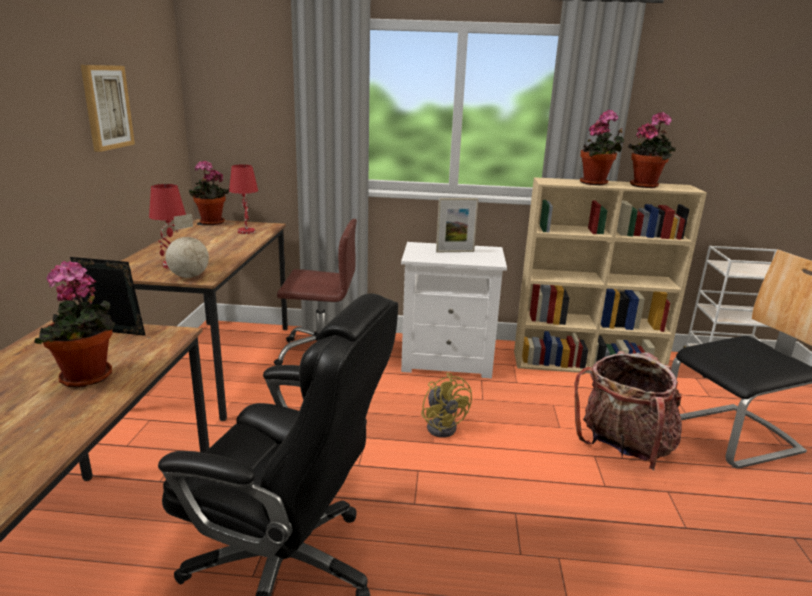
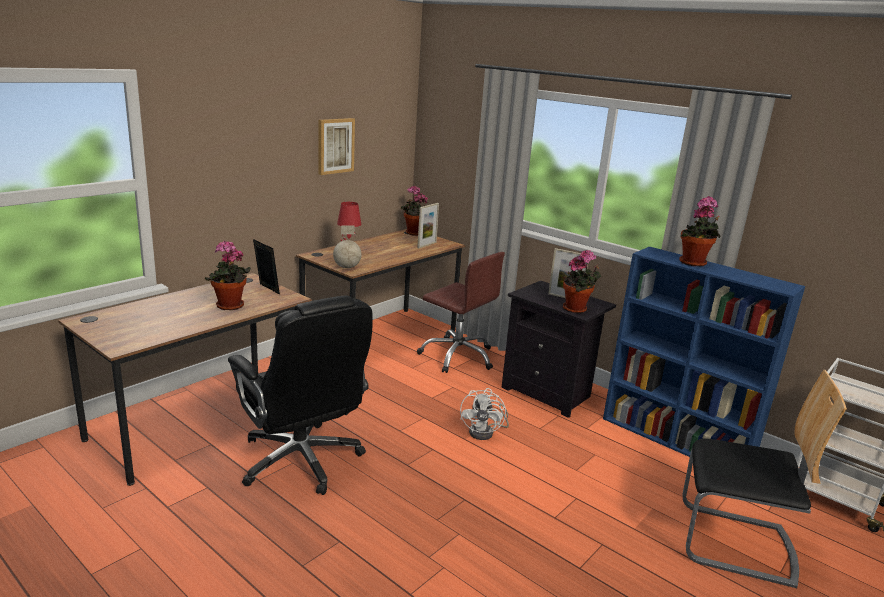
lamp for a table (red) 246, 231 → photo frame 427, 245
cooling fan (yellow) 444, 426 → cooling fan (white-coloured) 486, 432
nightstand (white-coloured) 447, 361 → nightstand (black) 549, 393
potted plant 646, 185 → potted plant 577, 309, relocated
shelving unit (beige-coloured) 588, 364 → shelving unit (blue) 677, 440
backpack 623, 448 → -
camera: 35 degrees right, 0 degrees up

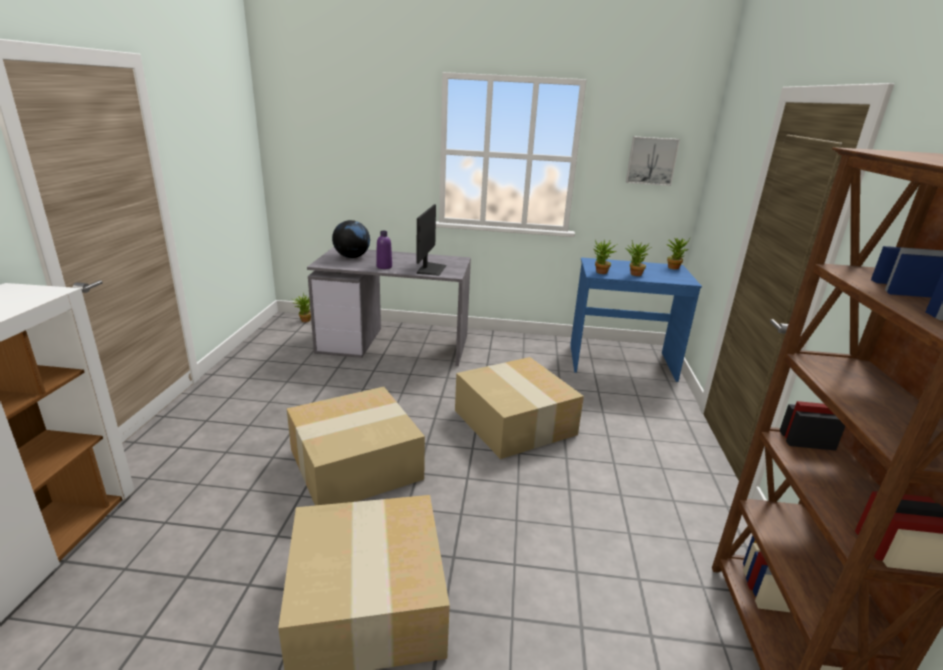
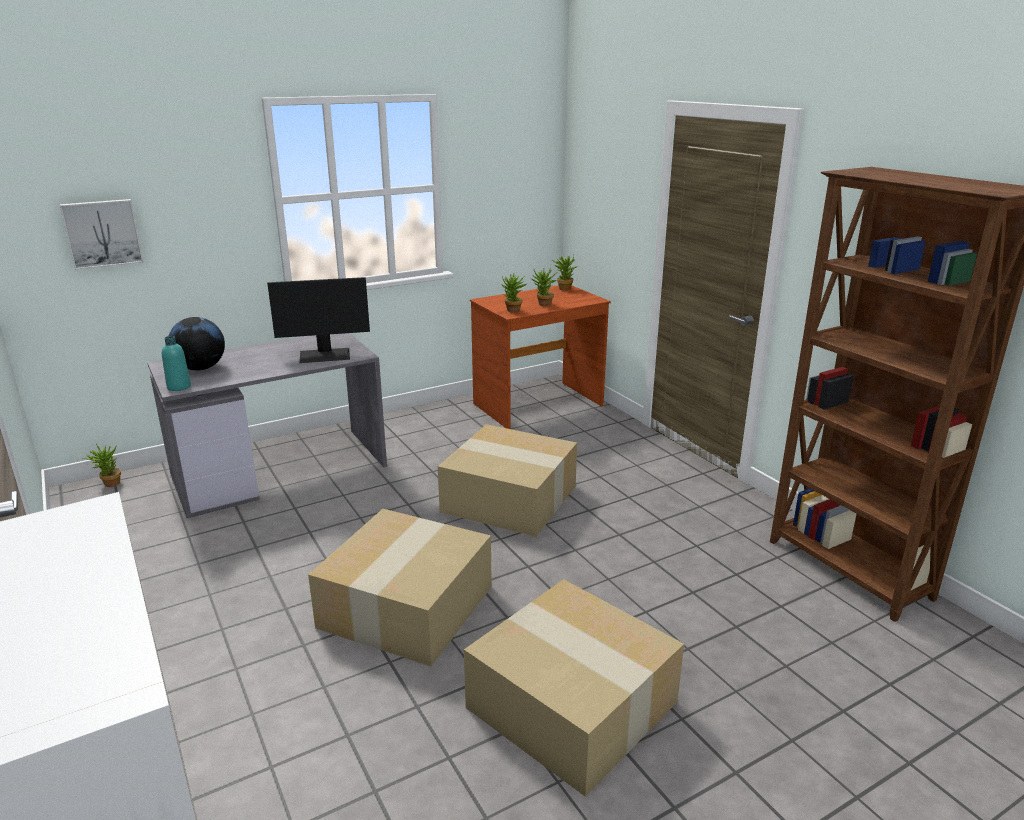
wall art 651, 161 → wall art 102, 233, relocated
- → bottle (turquoise-coloured) 179, 387
computer display 431, 269 → computer display 325, 355, 105 degrees clockwise
desk unit (blue) 621, 363 → desk unit (brown-coloured) 538, 405
bottle (purplish) 384, 267 → -
camera: 35 degrees left, 0 degrees up

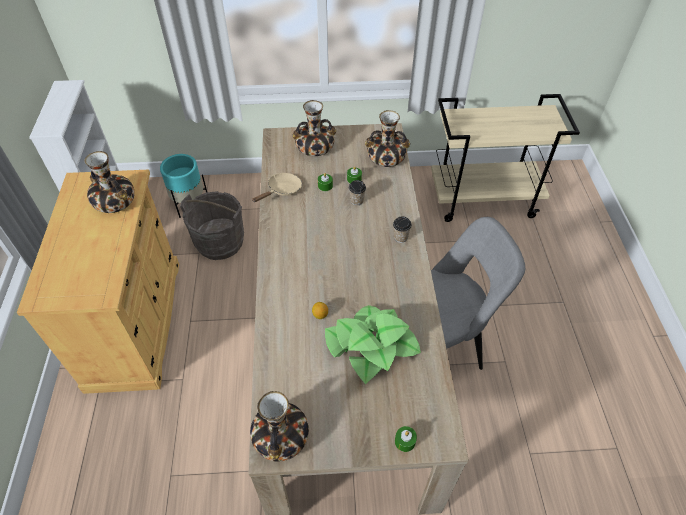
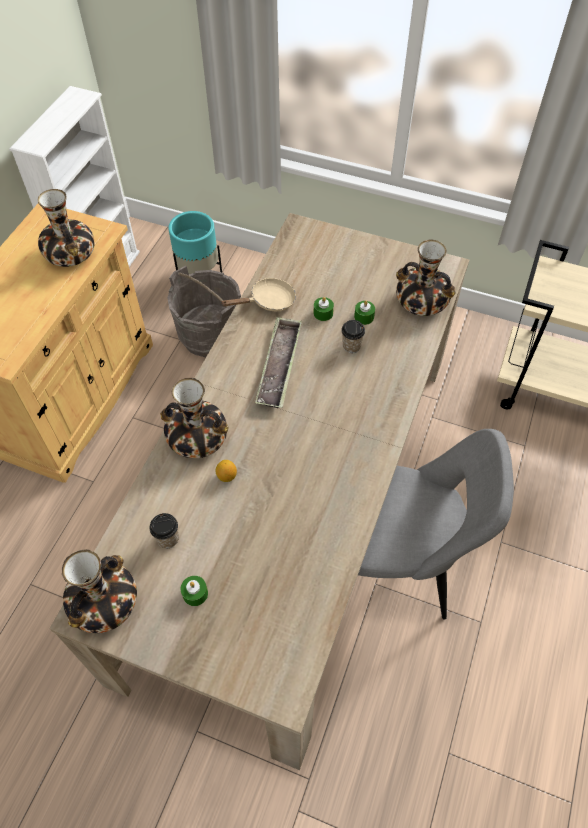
drinking cup 400, 237 → drinking cup 168, 539, relocated
vase 314, 148 → vase 196, 438, relocated
candle (green) 405, 441 → candle (green) 195, 593, relocated
- → serving tray 279, 366
potted plant 370, 346 → -
camera: 25 degrees right, 5 degrees up

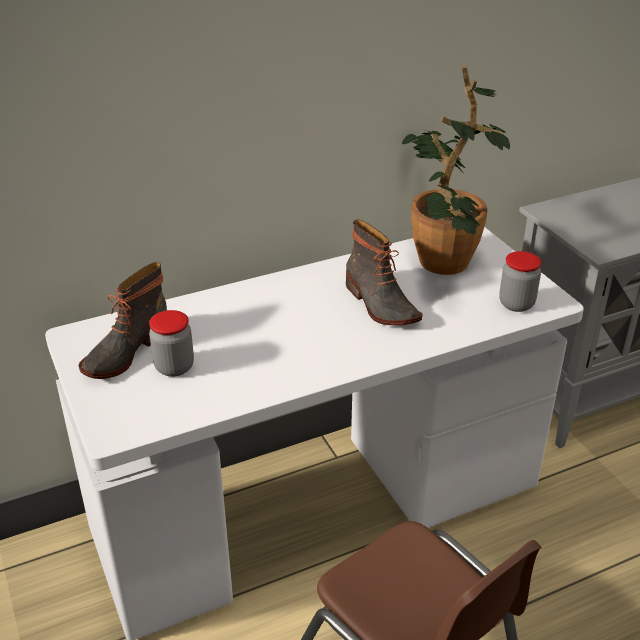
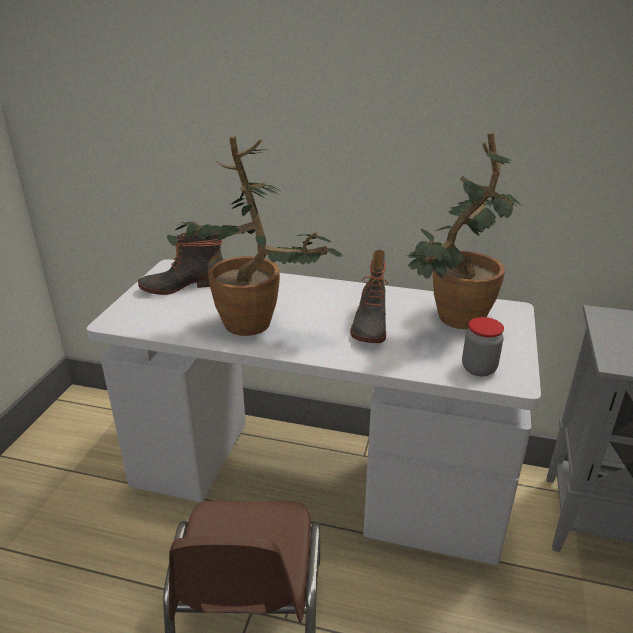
- → potted plant 257, 327
storage jar 174, 367 → -
camera: 40 degrees right, 5 degrees down

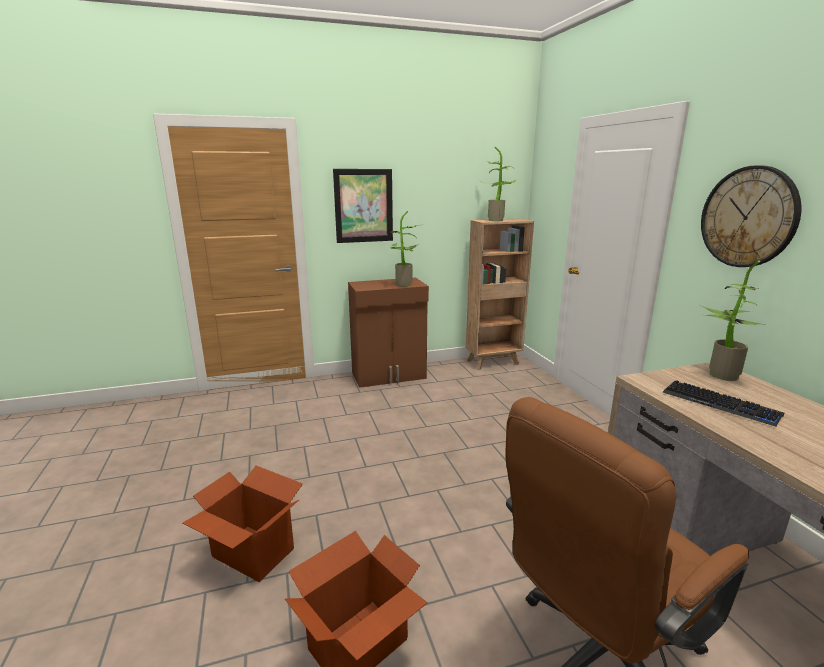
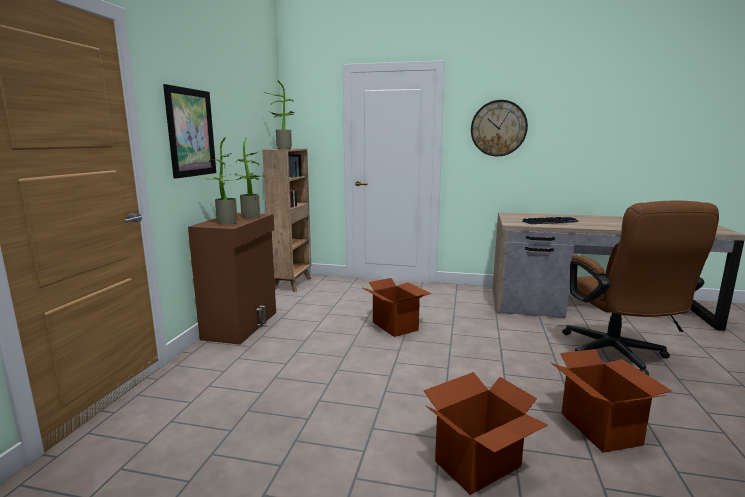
potted plant 718, 375 → potted plant 224, 223, relocated
- → packing box 395, 326
camera: 60 degrees left, 5 degrees down

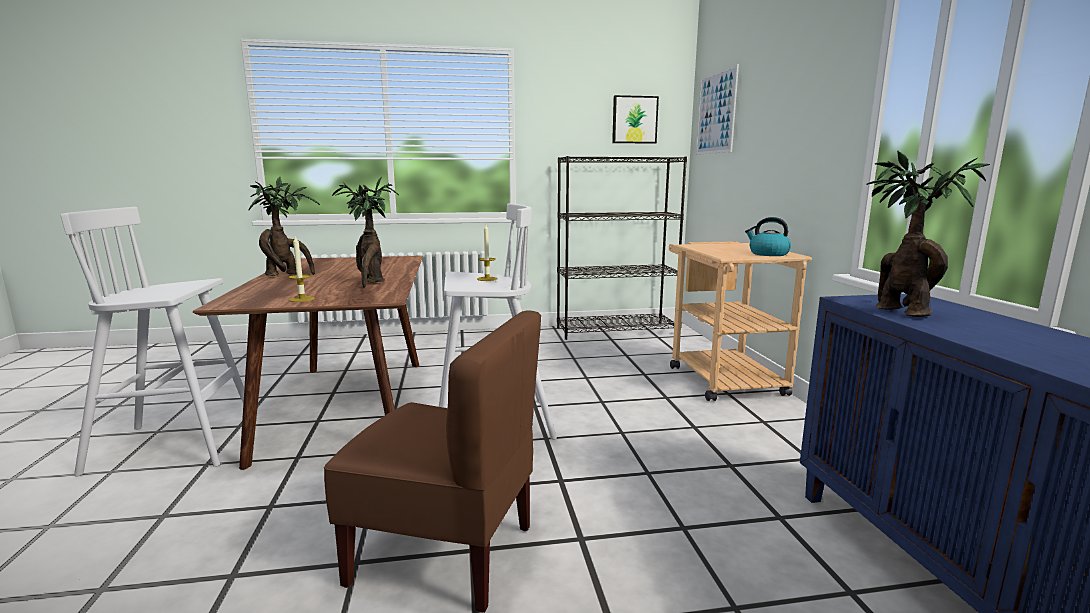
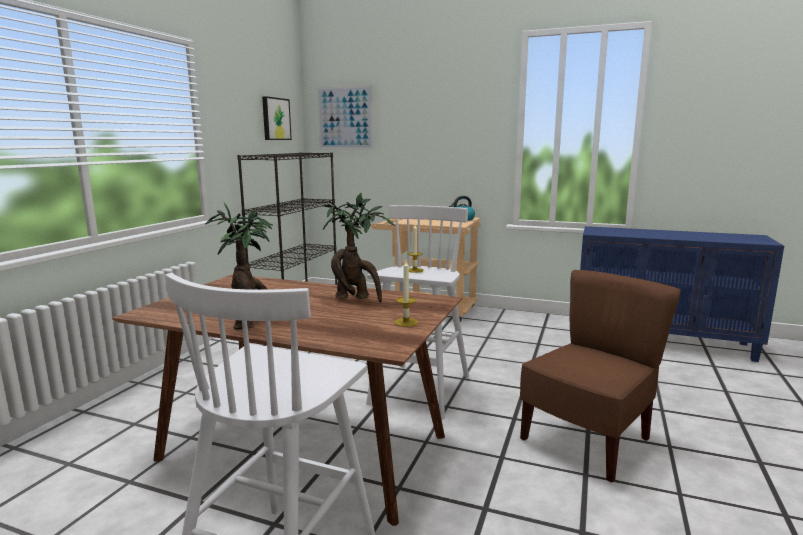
potted plant 899, 311 → -
camera: 60 degrees left, 0 degrees up

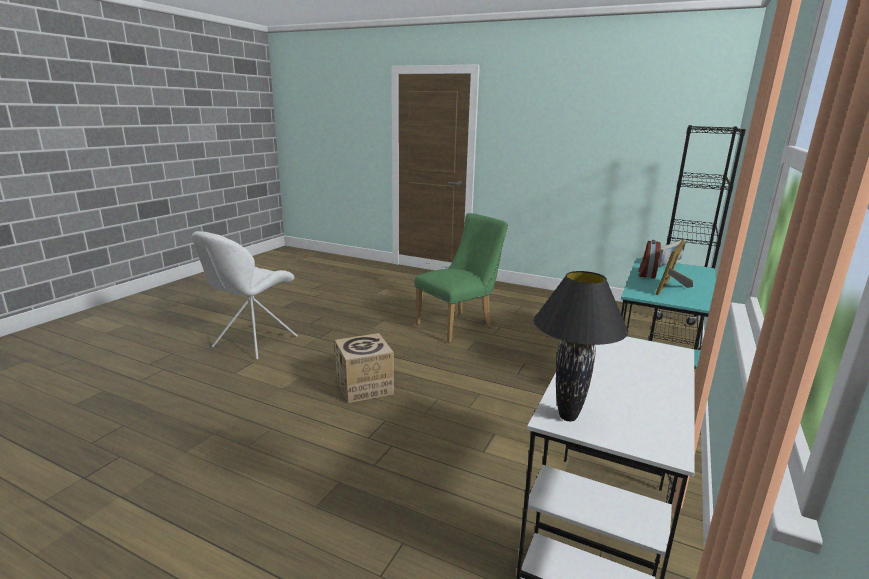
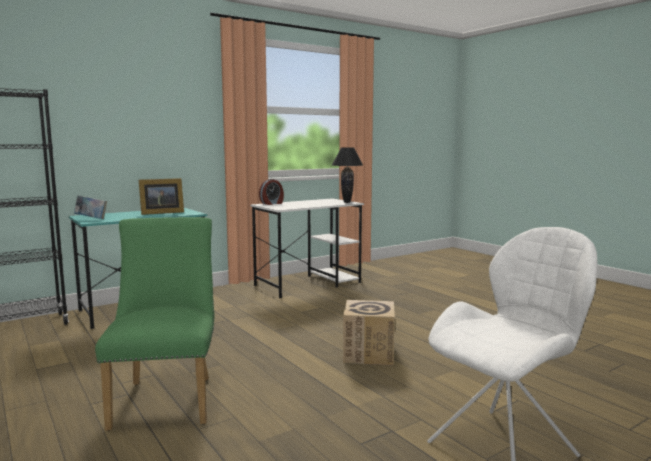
plain chair (green) 459, 325 → plain chair (green) 167, 398, 90 degrees clockwise
bedside clock 646, 274 → bedside clock 272, 203, relocated
camera: 150 degrees left, 10 degrees down

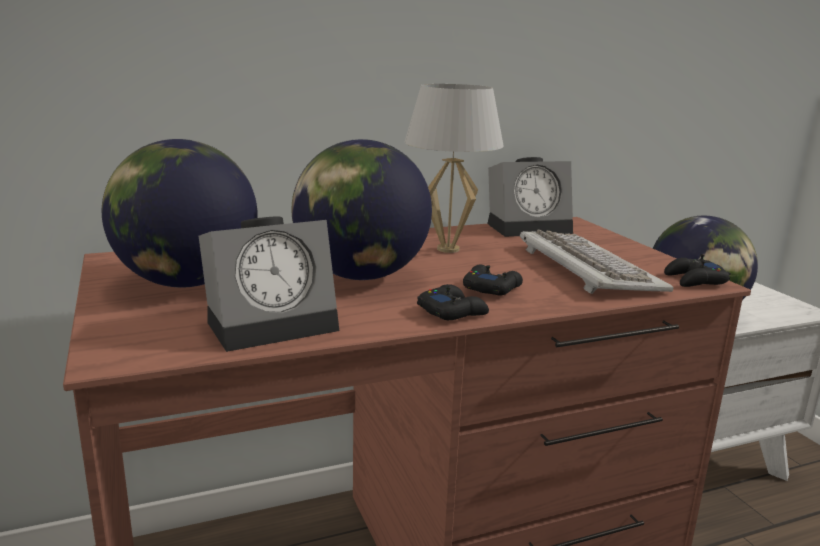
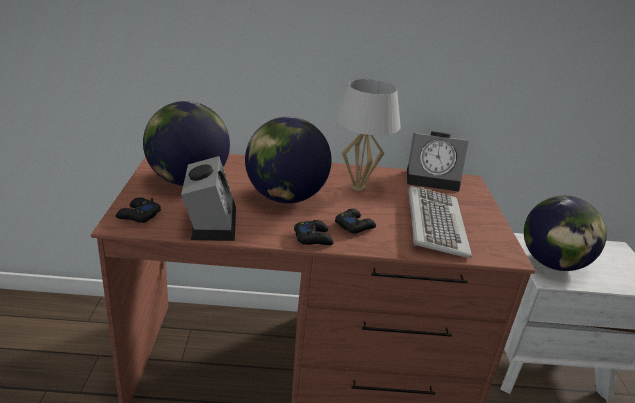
game controller (black) 695, 280 → game controller (black) 138, 215, relocated
bedside clock 274, 323 → bedside clock 210, 221, 90 degrees counterclockwise
camera: 20 degrees right, 10 degrees up

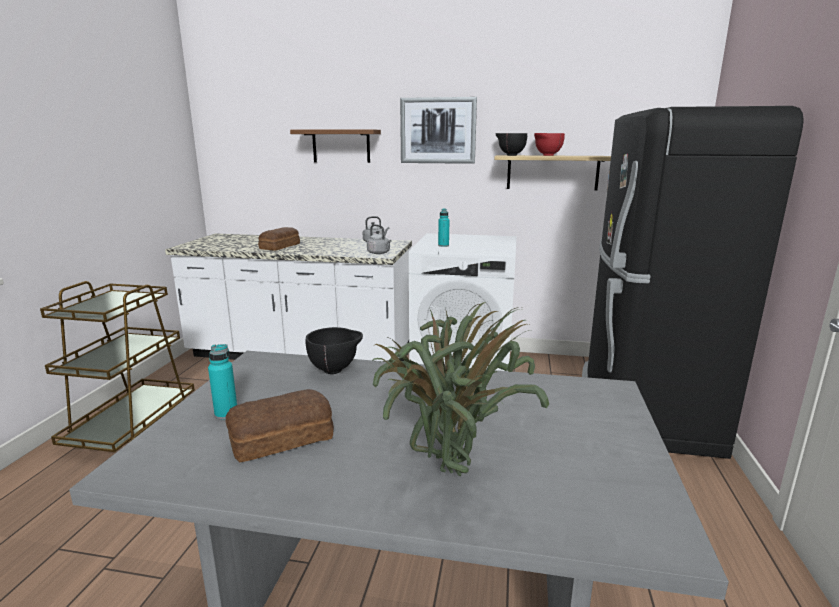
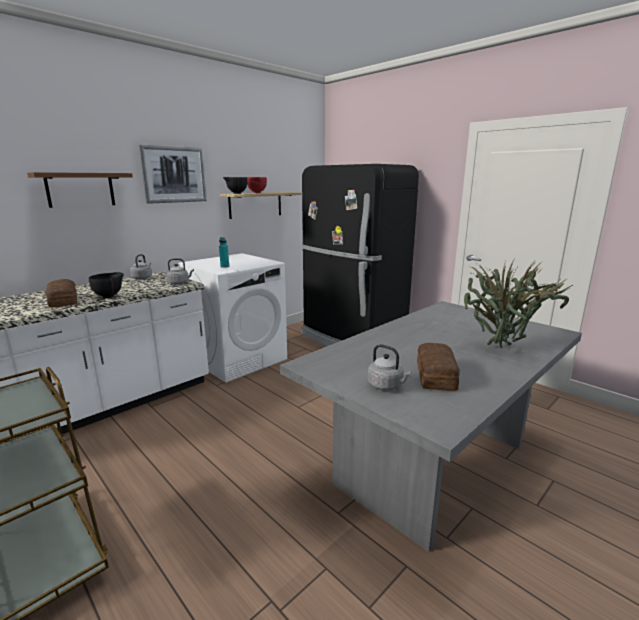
serving bowl (black) 336, 370 → serving bowl (black) 110, 296, relocated
bottle (turquoise-coloured) 226, 414 → tea kettle (greyish) 386, 386
camera: 55 degrees left, 0 degrees up

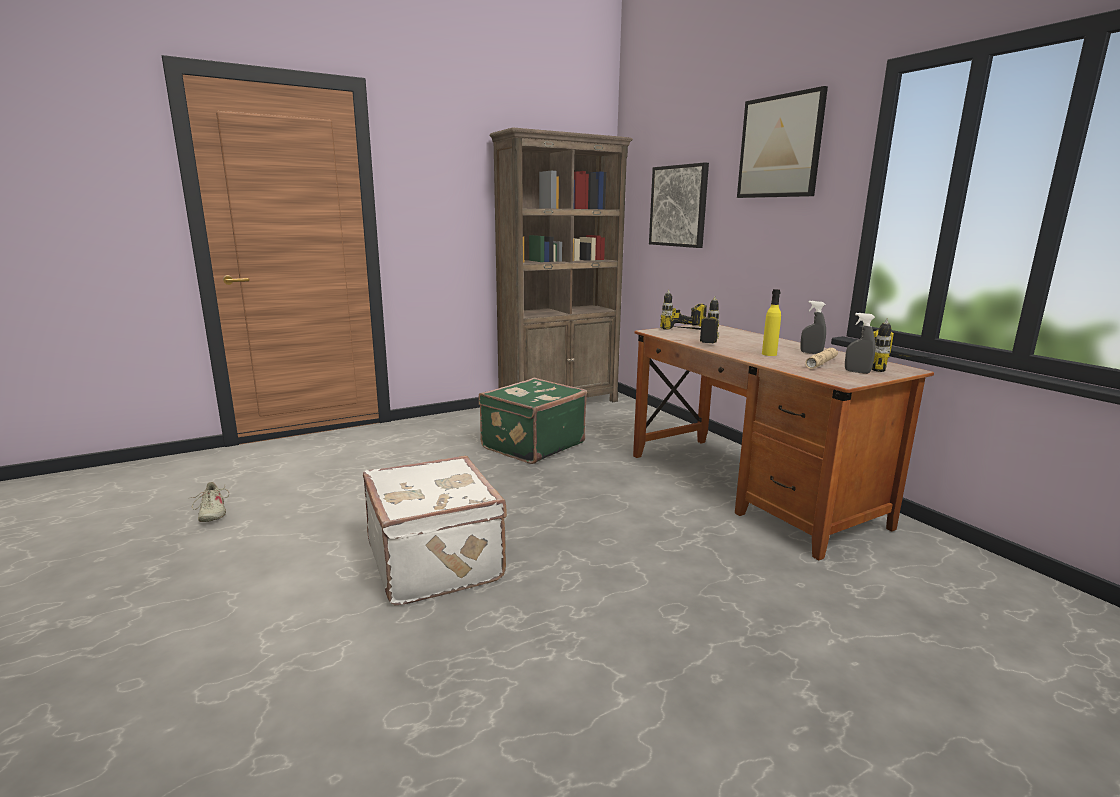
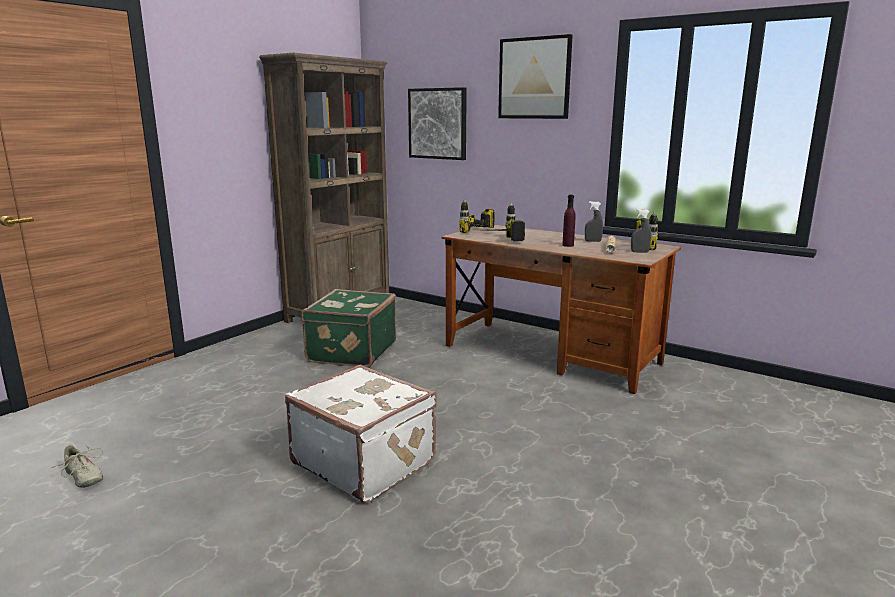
bottle (yellow) 769, 354 → bottle (purplish) 568, 245
camera: 25 degrees left, 0 degrees up

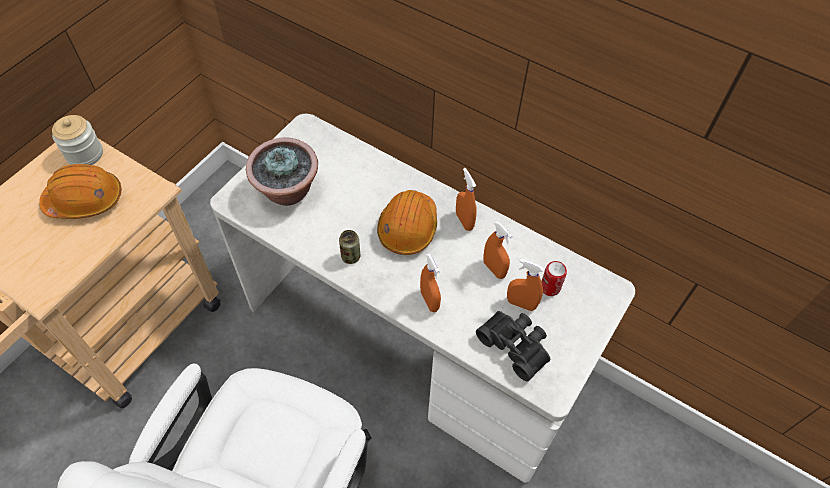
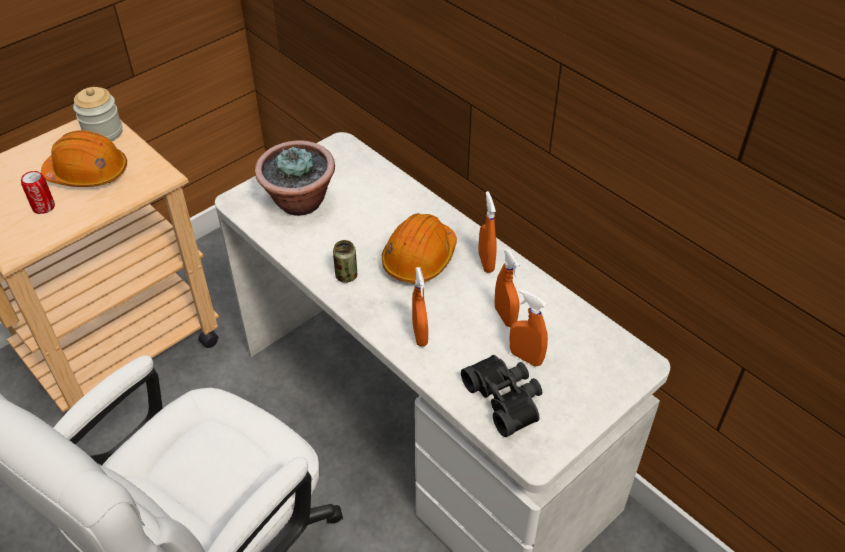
sealed can 550, 287 → sealed can 43, 207, relocated
camera: 15 degrees right, 10 degrees down

